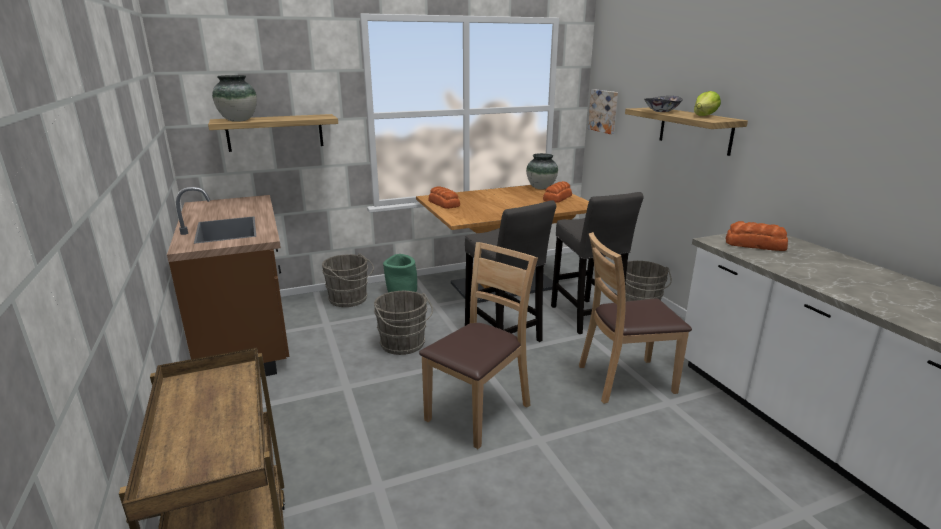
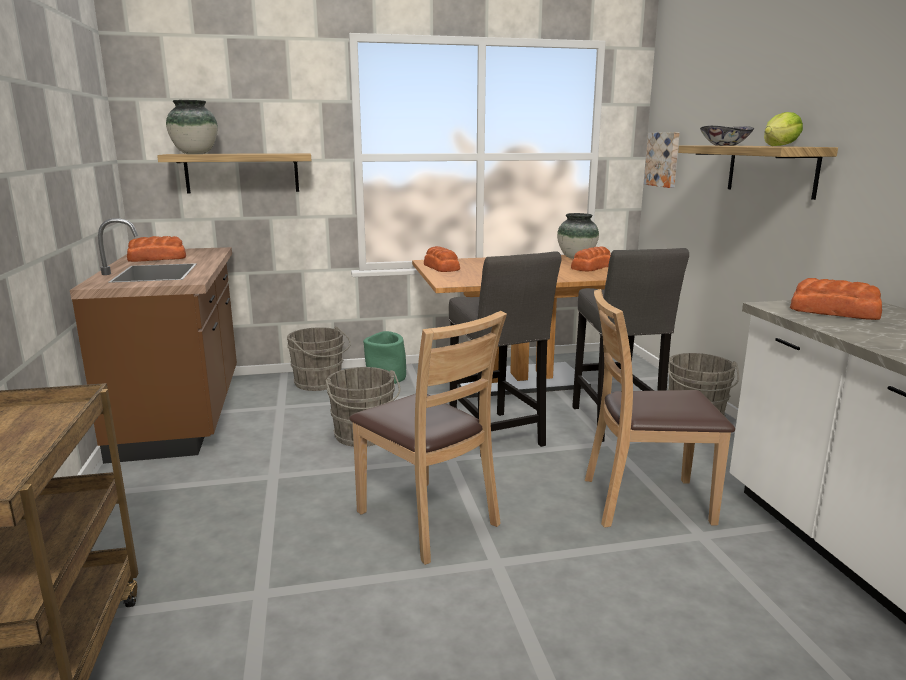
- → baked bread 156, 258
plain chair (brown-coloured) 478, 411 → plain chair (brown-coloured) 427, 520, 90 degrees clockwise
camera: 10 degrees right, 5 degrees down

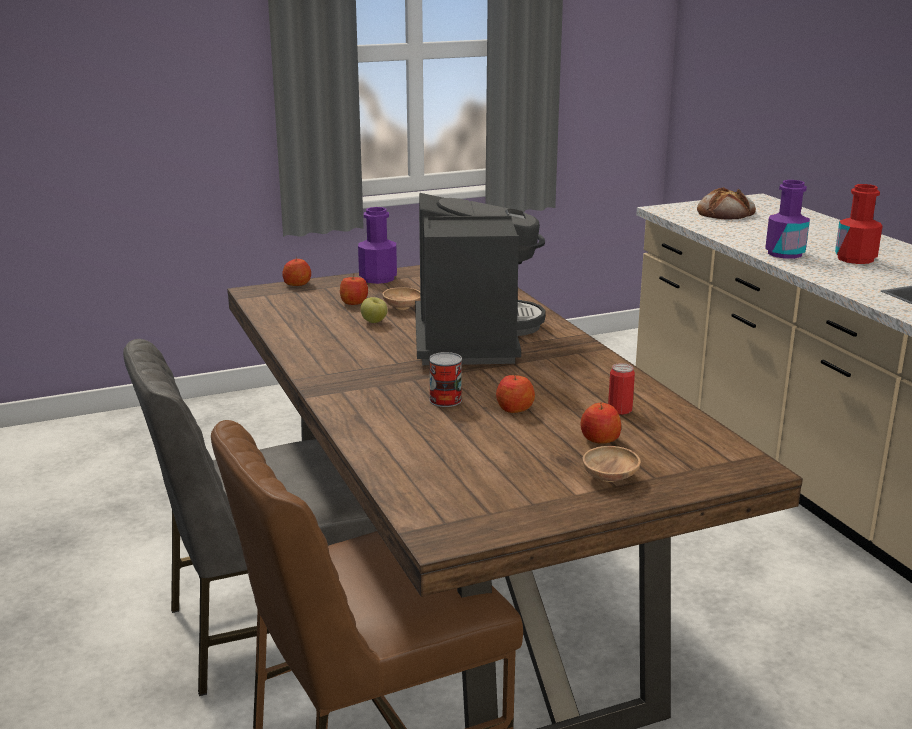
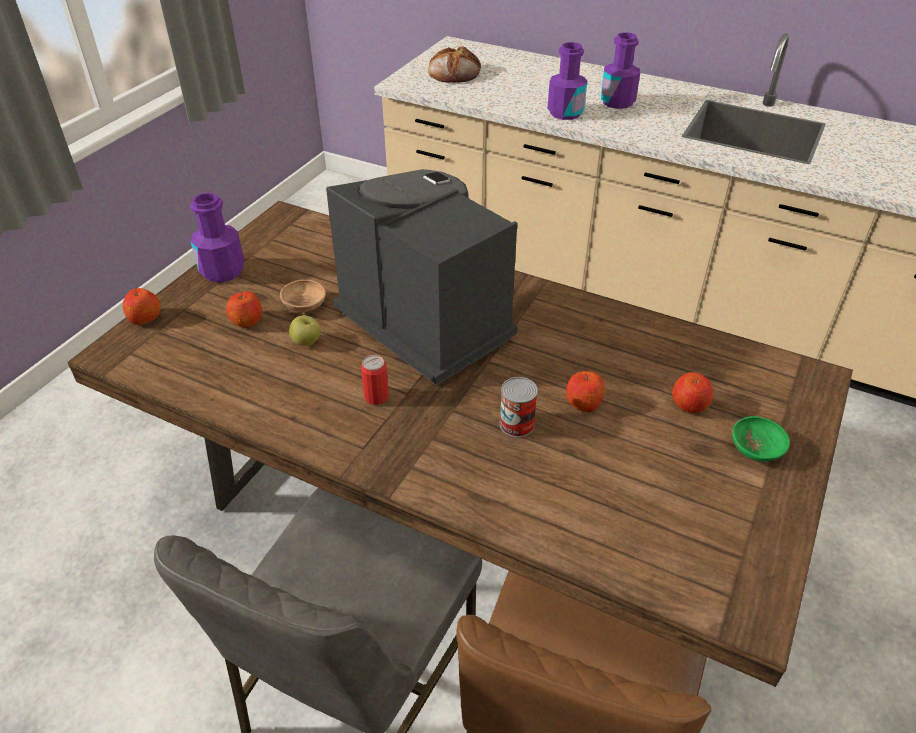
sealed can 620, 410 → sealed can 376, 397, relocated
bottle (red) 855, 259 → bottle (purplish) 617, 102
serving bowl (brown-coloured) 610, 477 → serving bowl (green) 756, 449
camera: 40 degrees left, 20 degrees up

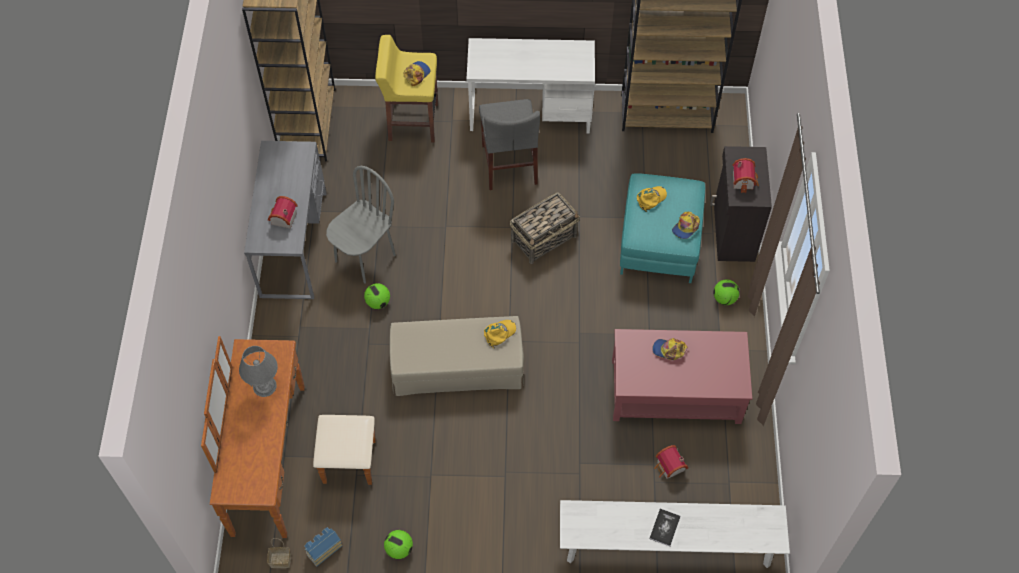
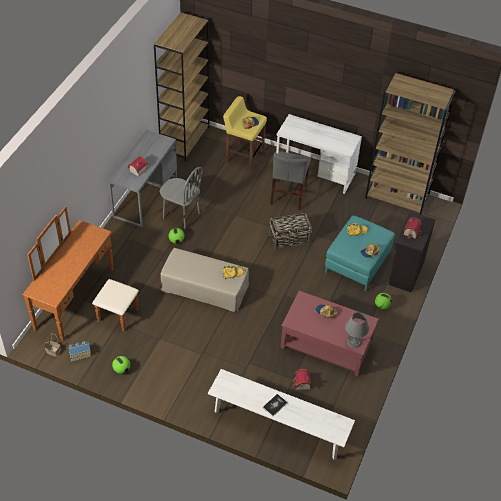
plain chair (greyish) 365, 258 → plain chair (greyish) 181, 216, 60 degrees clockwise
lamp for a table (greyish) 264, 386 → lamp for a table (greyish) 354, 342, relocated
camera: 20 degrees right, 10 degrees down

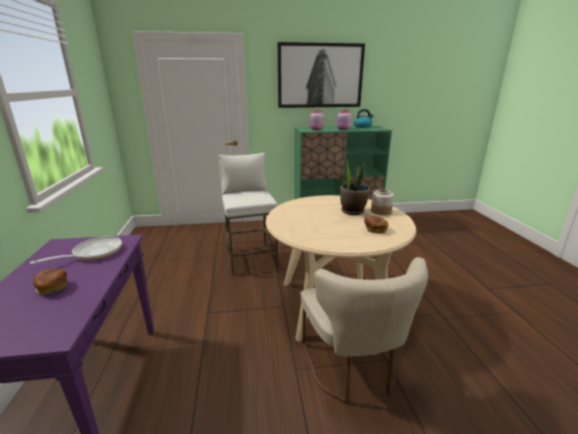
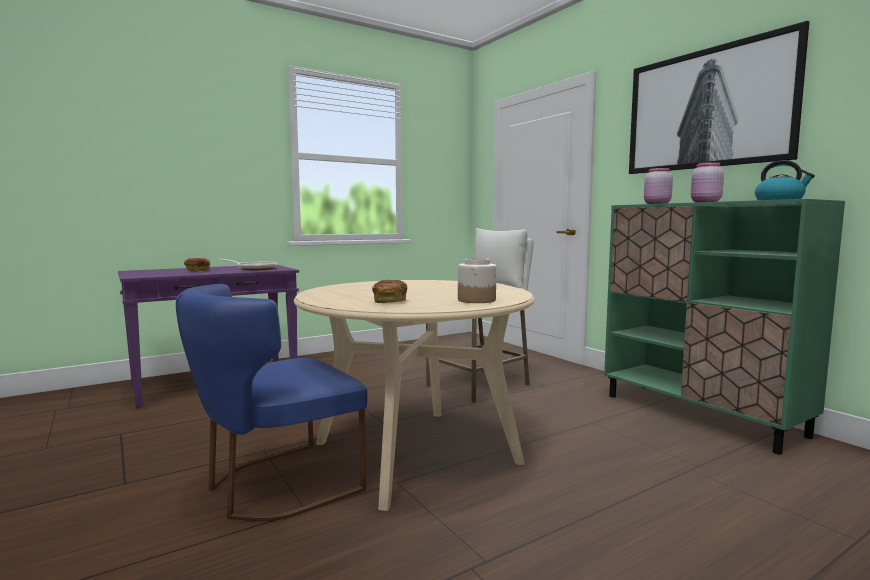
plain chair (beige-coloured) 353, 369 → plain chair (blue) 274, 486
potted plant 352, 211 → -
camera: 65 degrees right, 15 degrees down

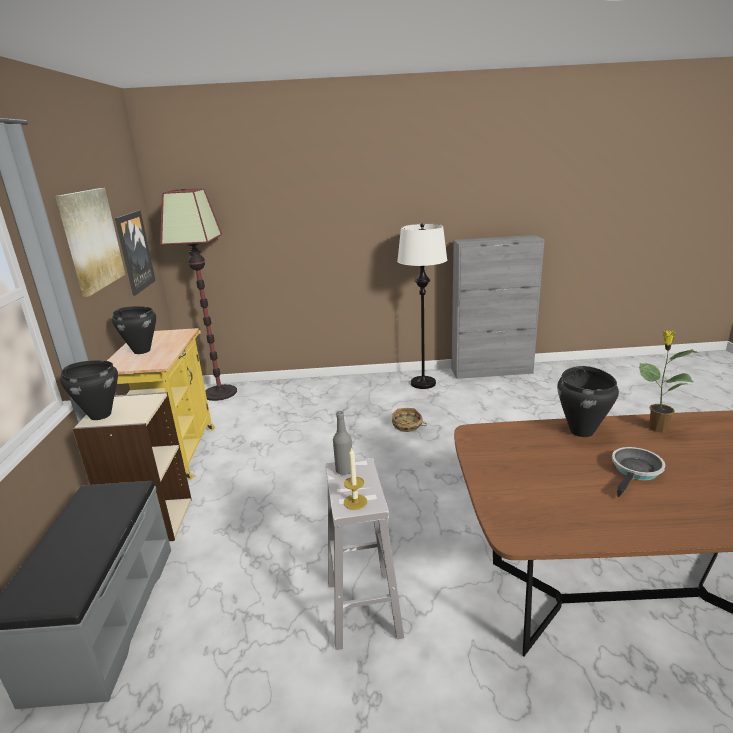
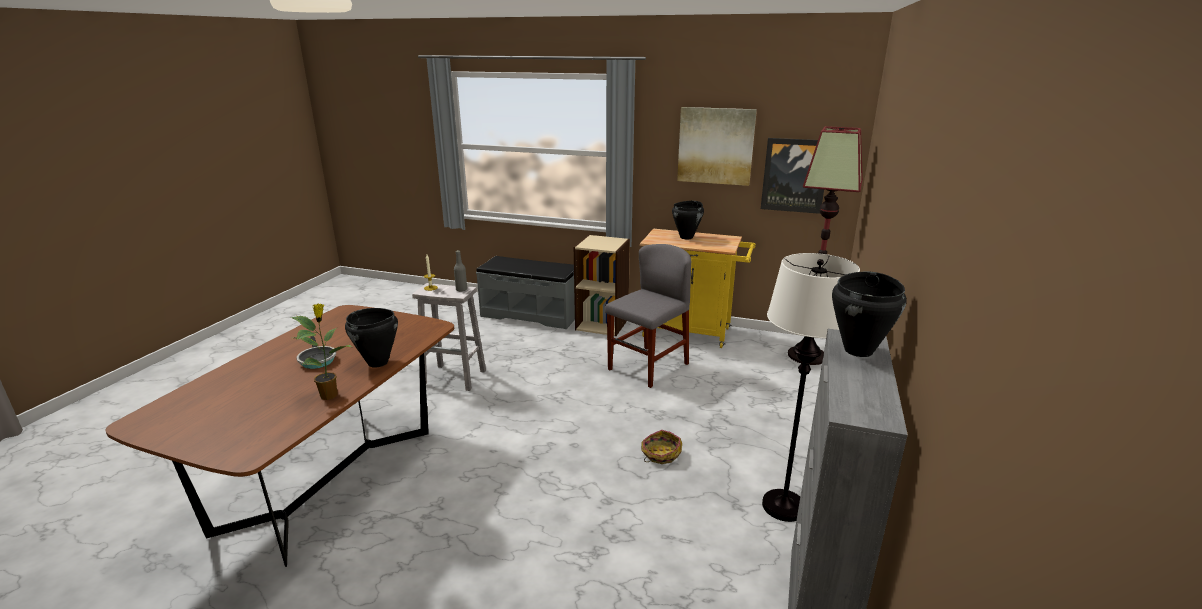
- → plain chair (greyish) 648, 366
saucepot (black) 100, 415 → saucepot (black) 859, 350, relocated
camera: 110 degrees right, 0 degrees up

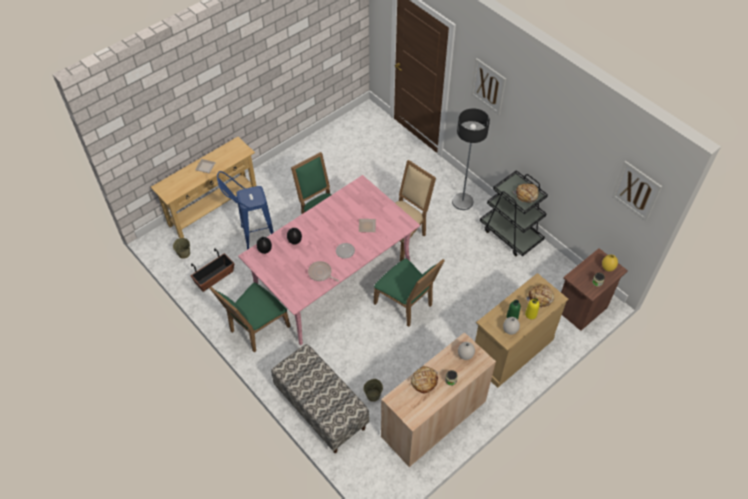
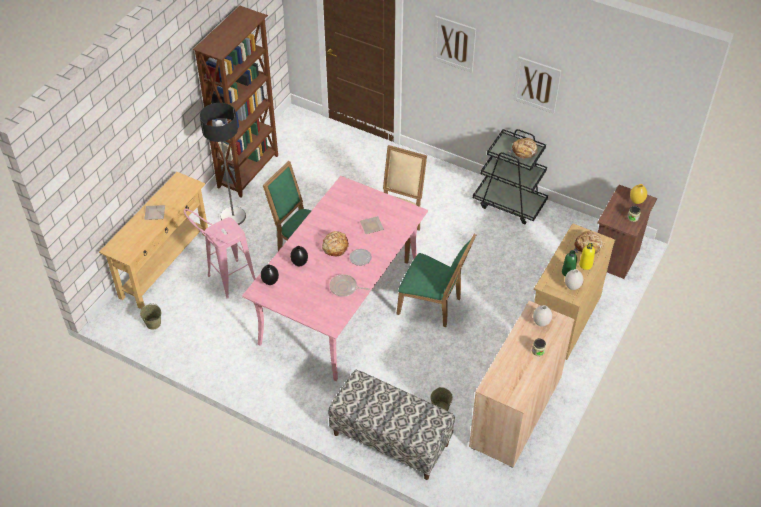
stool (blue) 252, 236 → stool (pink-coloured) 225, 282
- → shelving unit (brown-coloured) 249, 171
standard lamp 462, 202 → standard lamp 233, 216, relocated
baked bread 424, 381 → baked bread 335, 246, relocated
wall art 636, 191 → wall art 537, 84, relocated
flower pot 214, 278 → -
plain chair (green) 256, 329 → -
camera: 20 degrees left, 5 degrees down

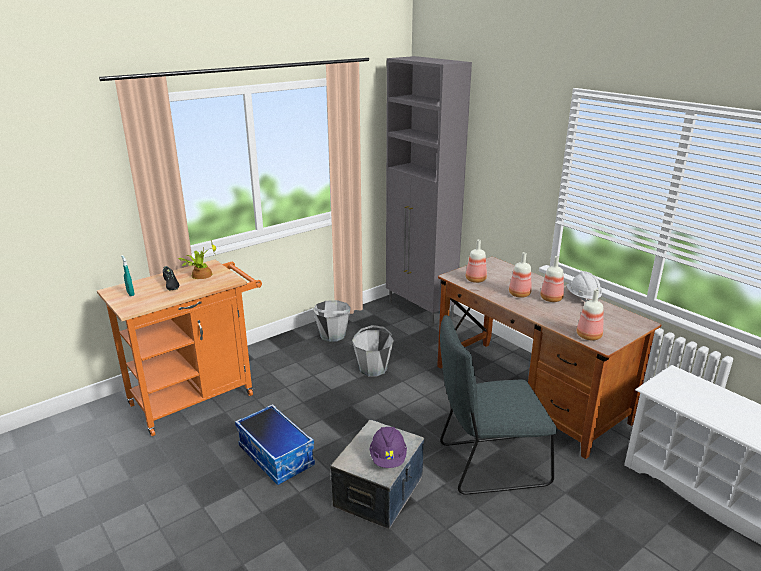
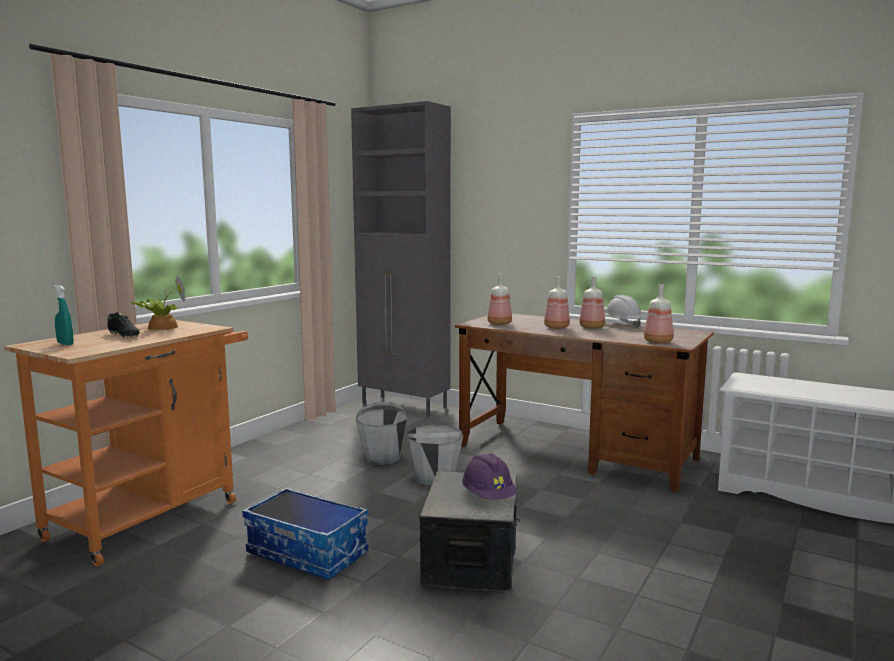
bucket (greyish) 332, 335 → bucket (greyish) 434, 478, relocated
plain chair (greyish) 488, 465 → -
camera: 20 degrees left, 15 degrees down

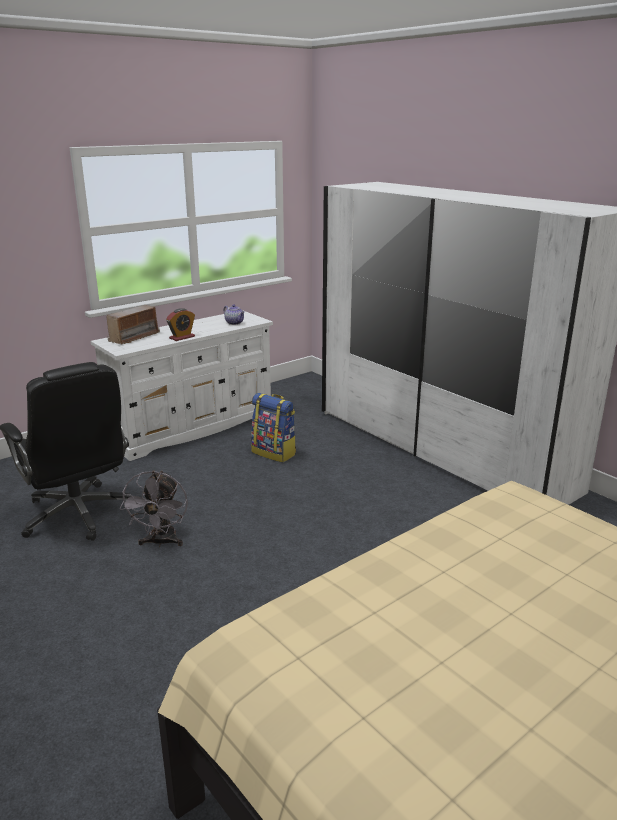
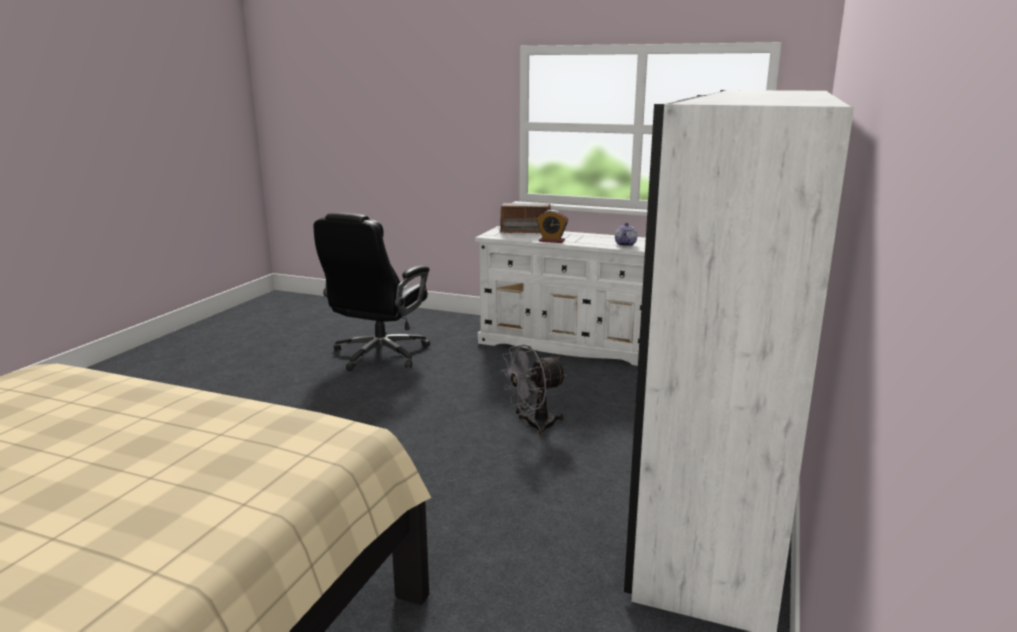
cooling fan (greyish) 161, 542 → cooling fan (greyish) 533, 426, relocated
backpack 274, 453 → -
camera: 60 degrees right, 5 degrees down

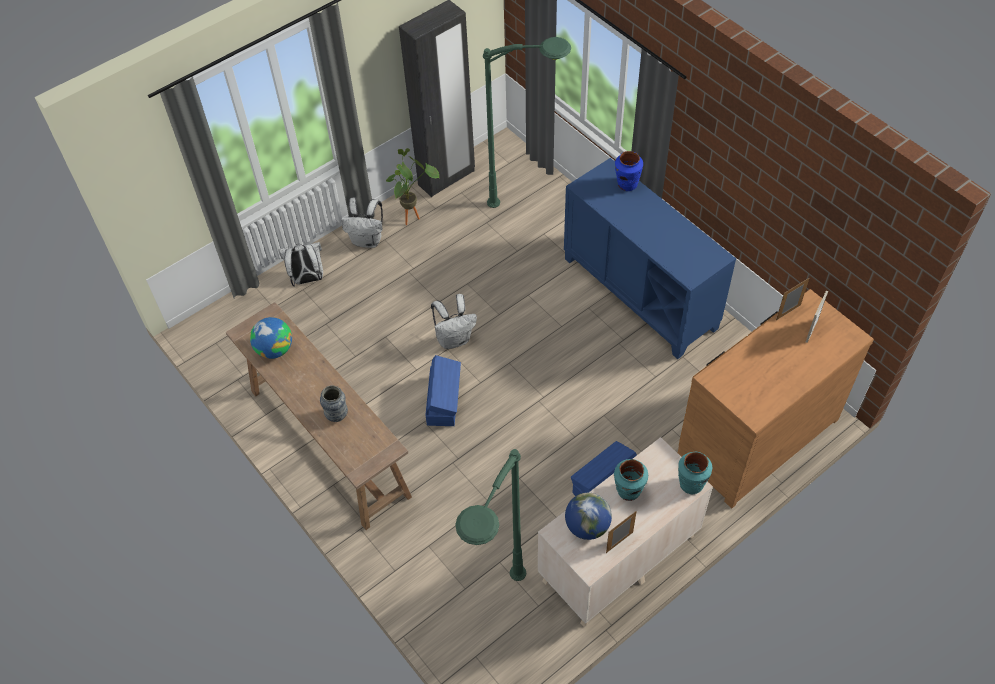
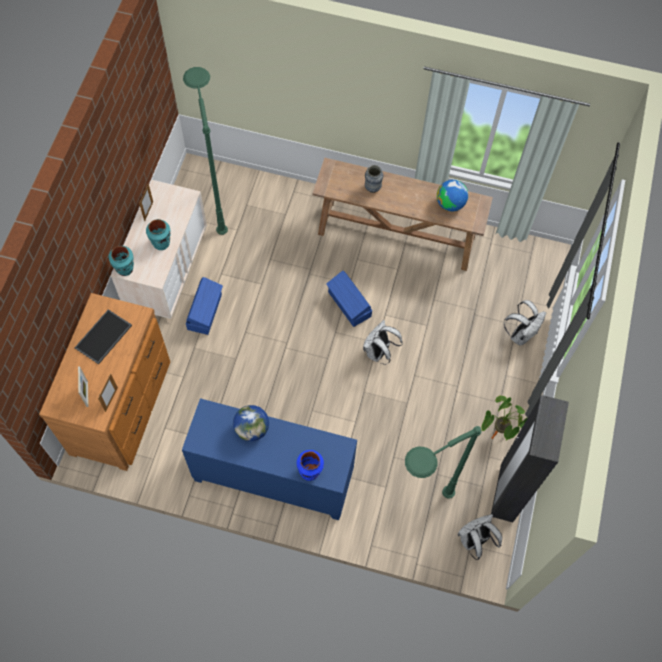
- → serving tray 103, 337
globe 587, 526 → globe 252, 429, relocated
backpack (white-coloured) 367, 240 → backpack (white-coloured) 474, 541, relocated
camera: 140 degrees right, 10 degrees up

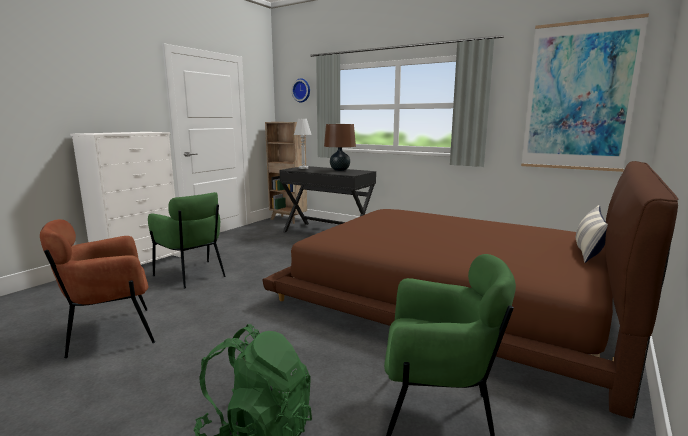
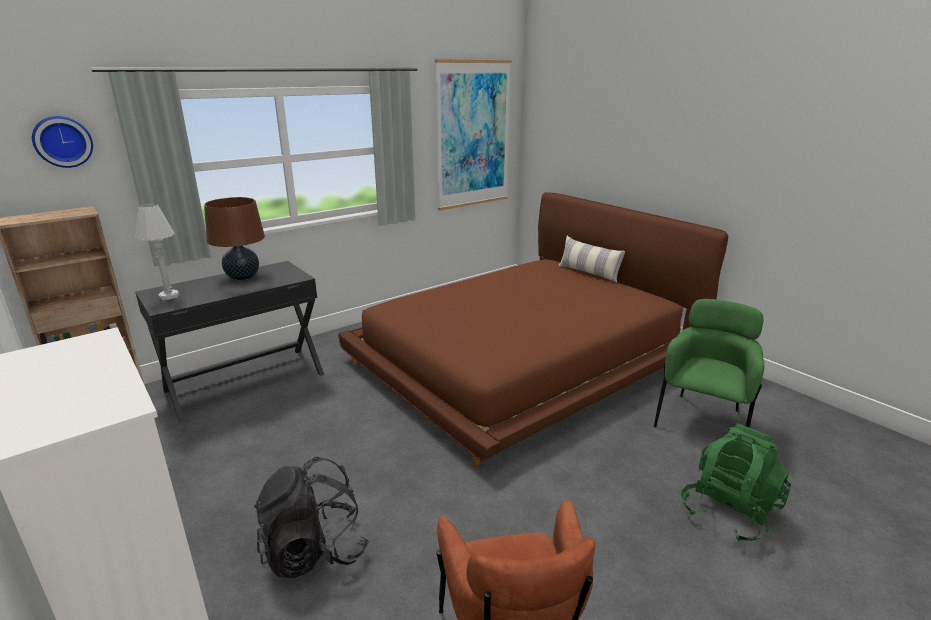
easy chair (green) 193, 275 → backpack (black) 314, 551
camera: 70 degrees left, 10 degrees up

